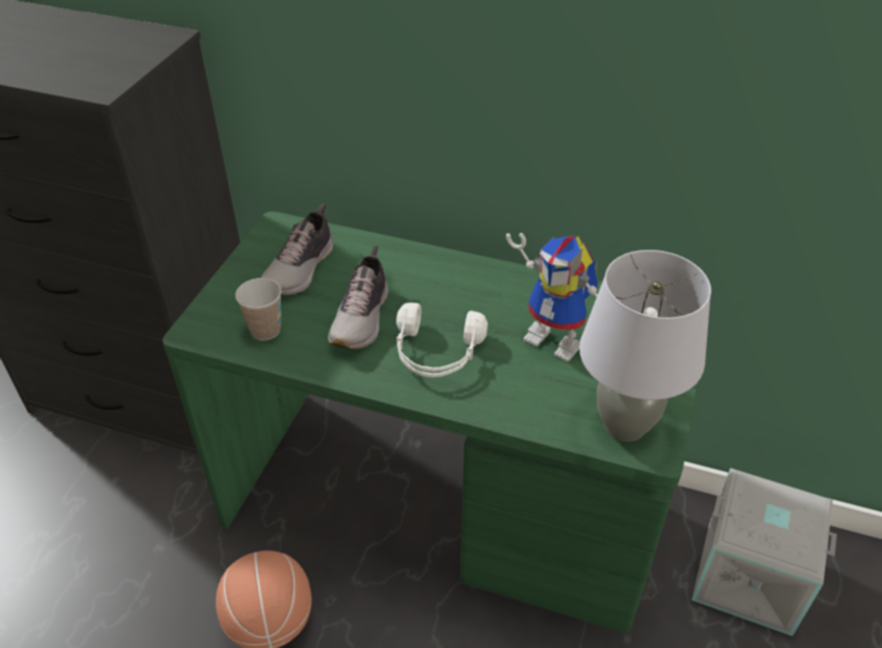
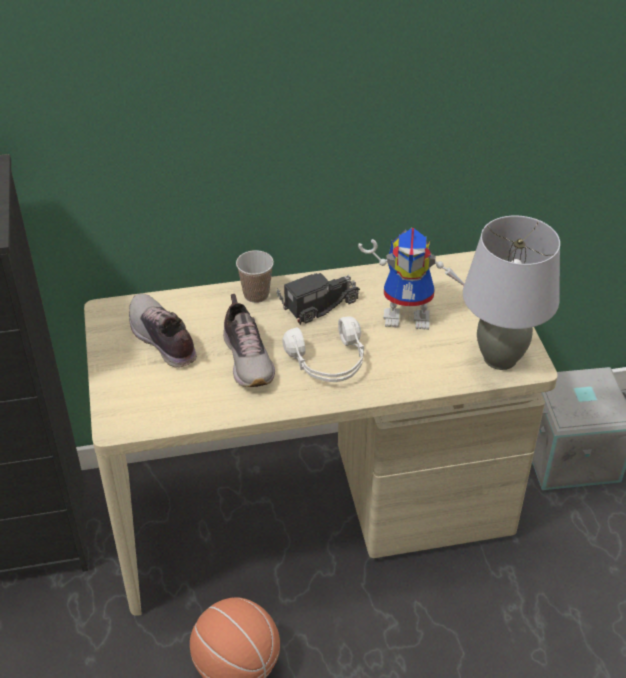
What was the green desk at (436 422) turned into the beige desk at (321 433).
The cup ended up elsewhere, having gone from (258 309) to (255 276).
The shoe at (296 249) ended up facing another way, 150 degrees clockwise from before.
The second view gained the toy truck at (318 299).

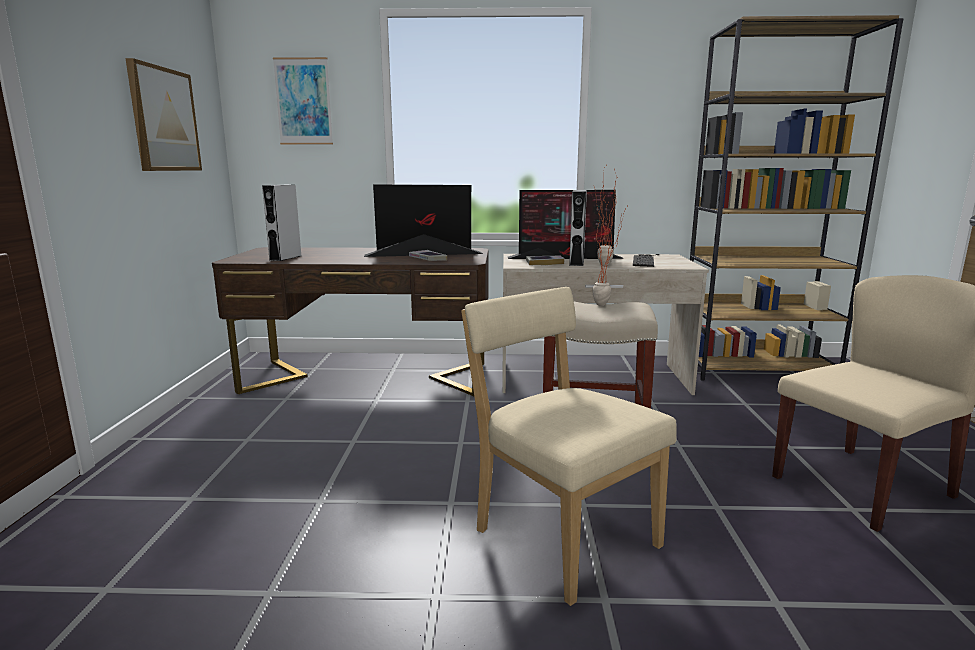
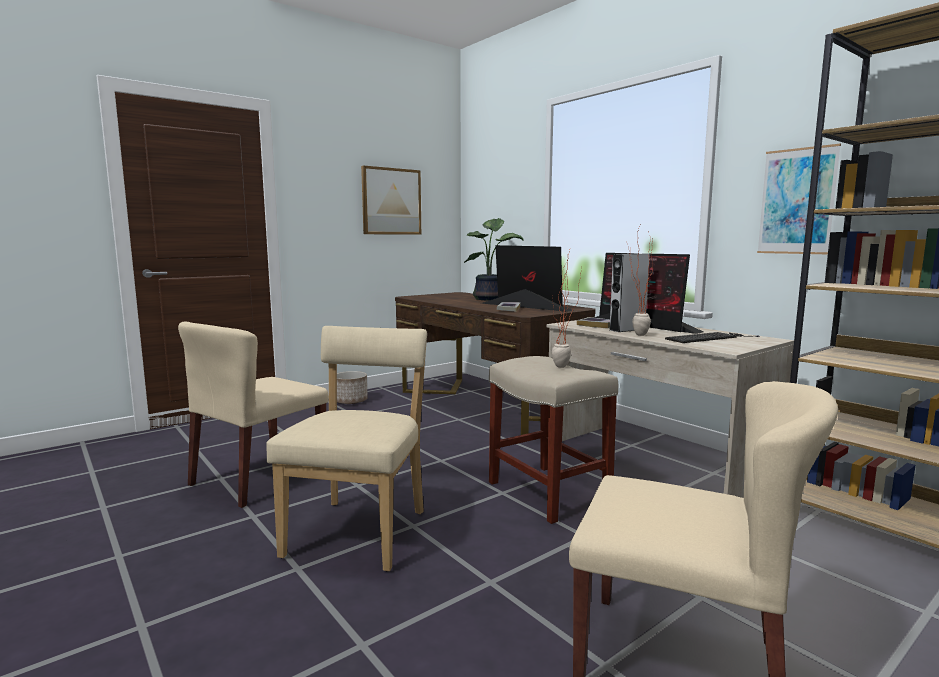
The second view lost the grey speaker at (281 223).
The picture ended up elsewhere, having gone from (303 100) to (799 199).
The second view gained the beige chair at (253 414).
The second view gained the planter at (352 387).
The second view gained the potted plant at (494 259).

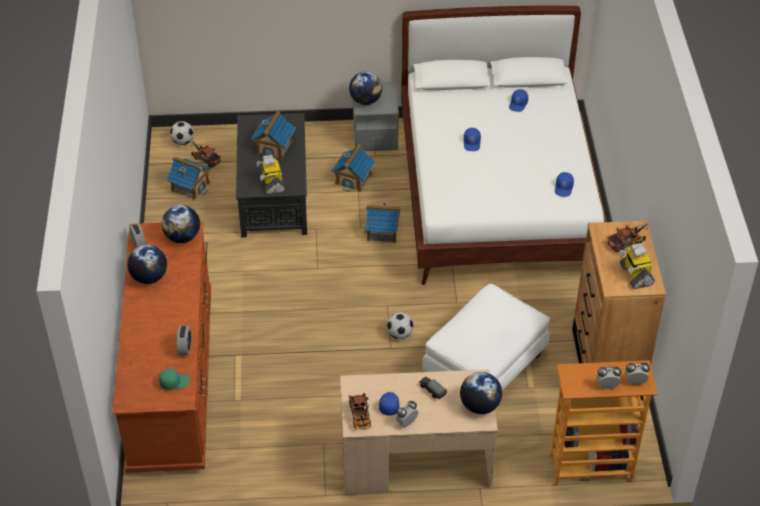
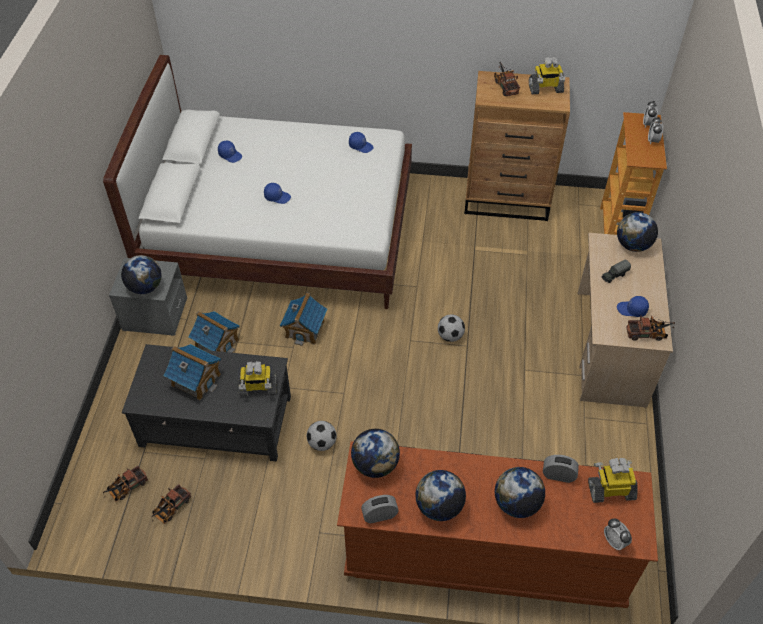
Where the green cap stood at (174 379), the toy robot came to stand at (613 480).
Where the toy house stood at (188 178), the toy truck came to stand at (171 504).
The football ended up elsewhere, having gone from (182 133) to (321 436).
The alarm clock ended up elsewhere, having gone from (407 414) to (618 534).
The second view lost the white ottoman at (486 337).
The second view gained the globe at (520 492).

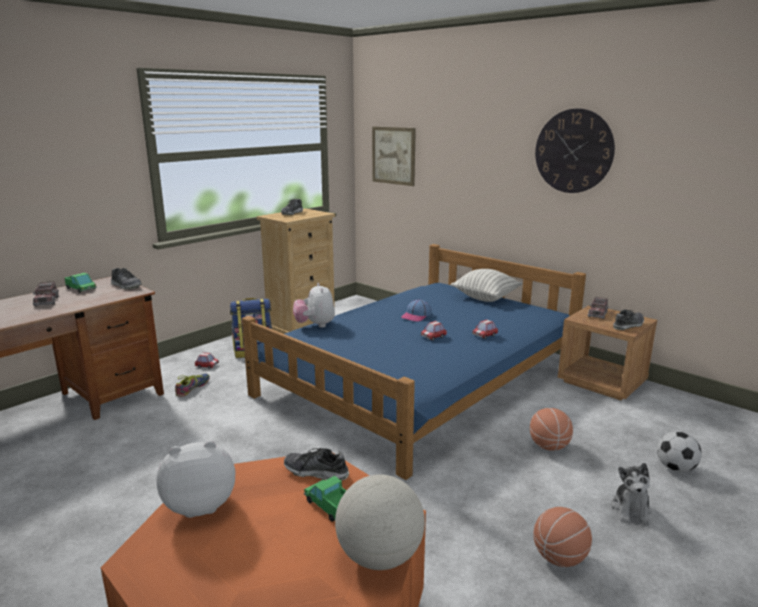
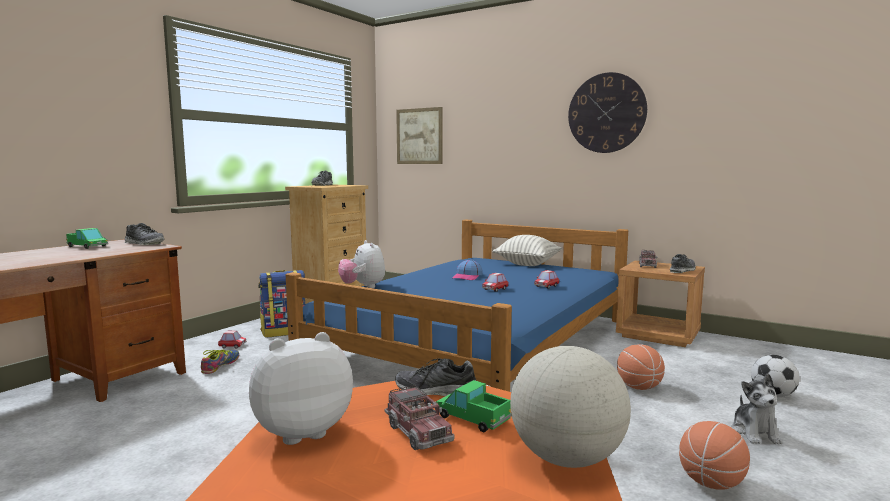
The toy truck ended up elsewhere, having gone from (46 293) to (420 417).

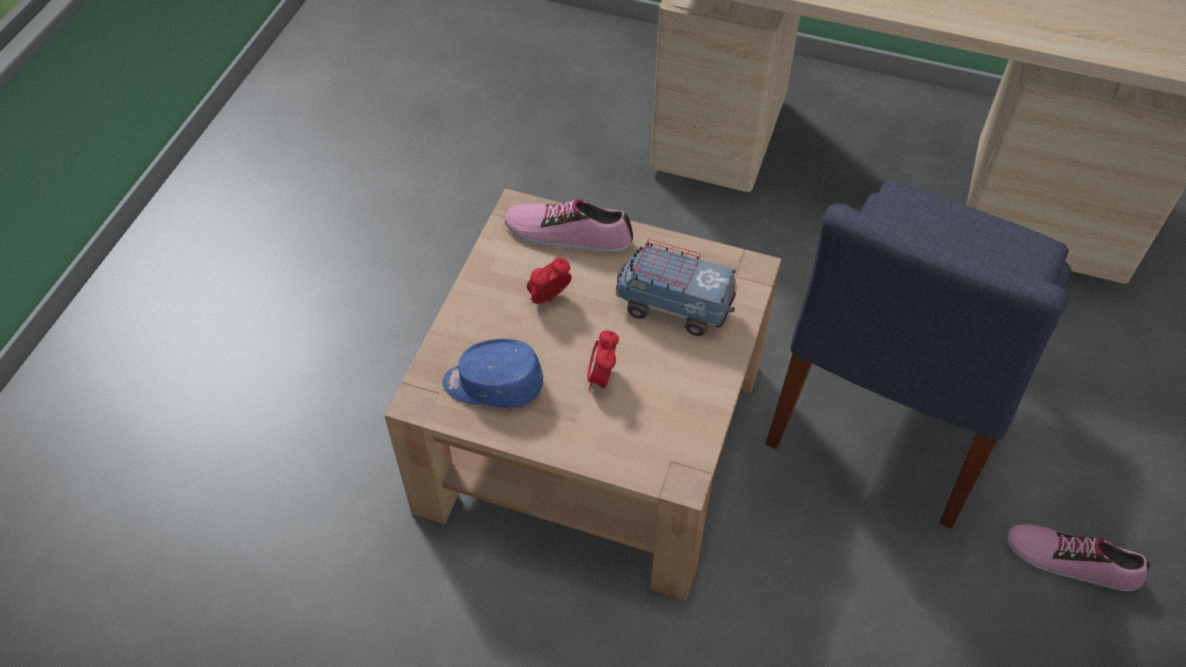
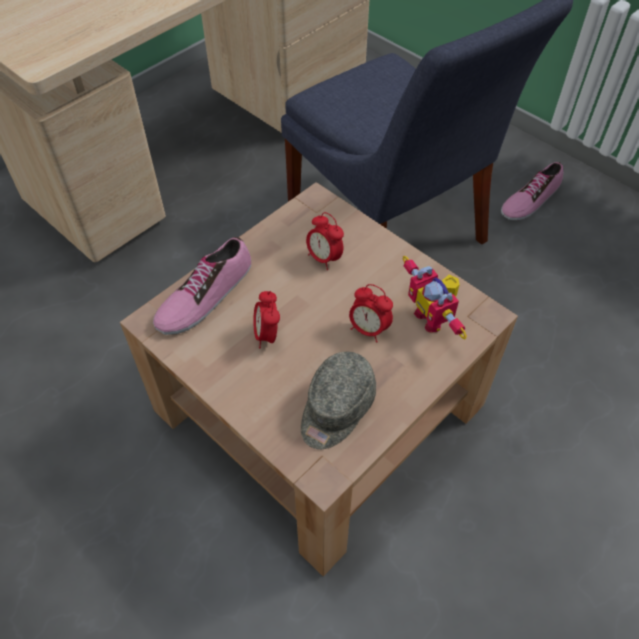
What was the blue cap at (492 373) turned into the grey cap at (338 400).
Where the toy truck stood at (676 287), the alarm clock came to stand at (325 241).
The second view gained the toy robot at (434 297).

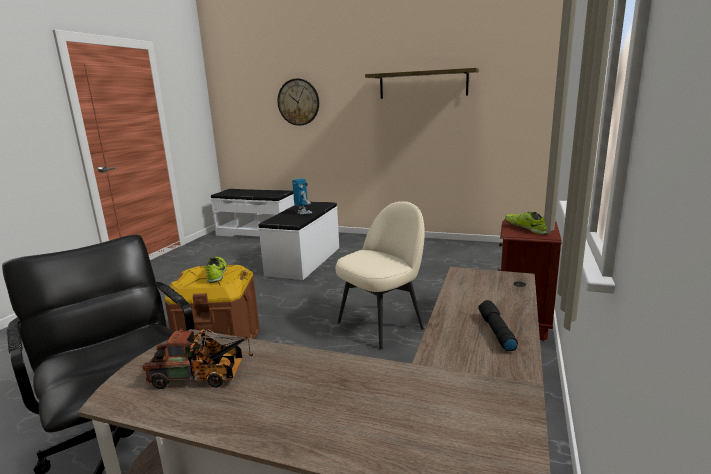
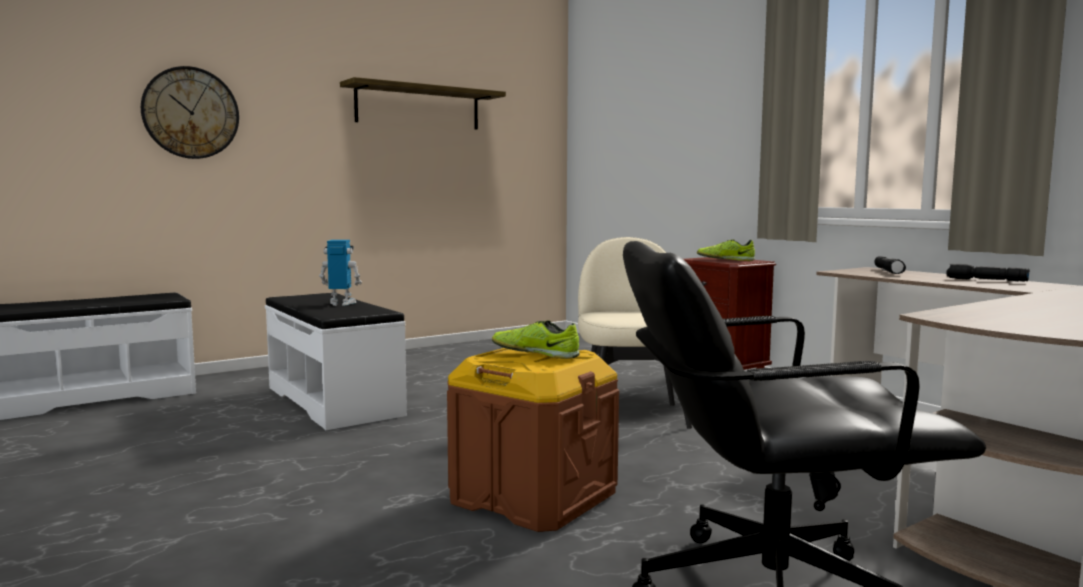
The second view lost the toy truck at (198 358).
The second view gained the black flashlight at (890 265).

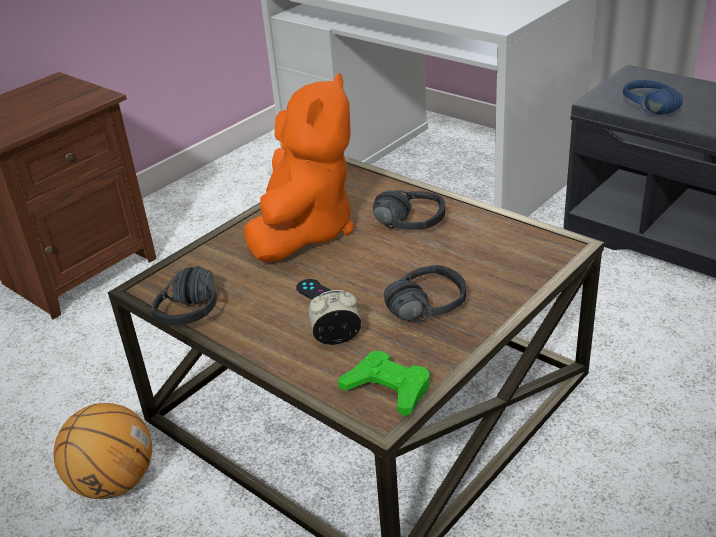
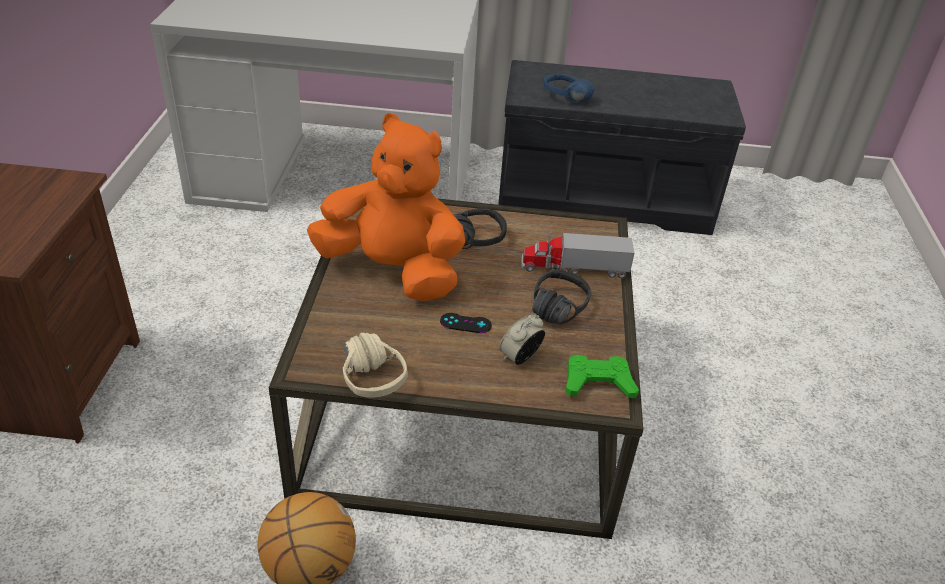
What was the black headphones at (184 296) turned into the beige headphones at (375 365).
The orange plush toy at (299 167) ended up facing another way, 45 degrees counterclockwise from before.
The second view gained the toy truck at (577 254).

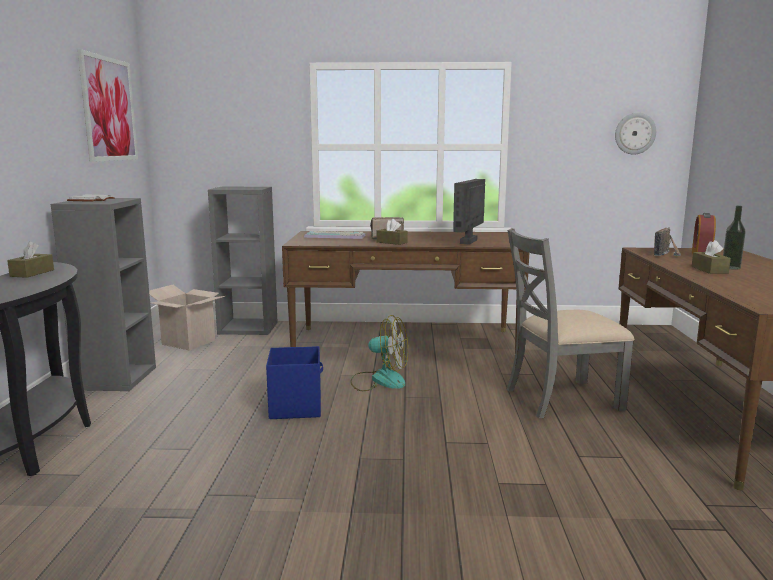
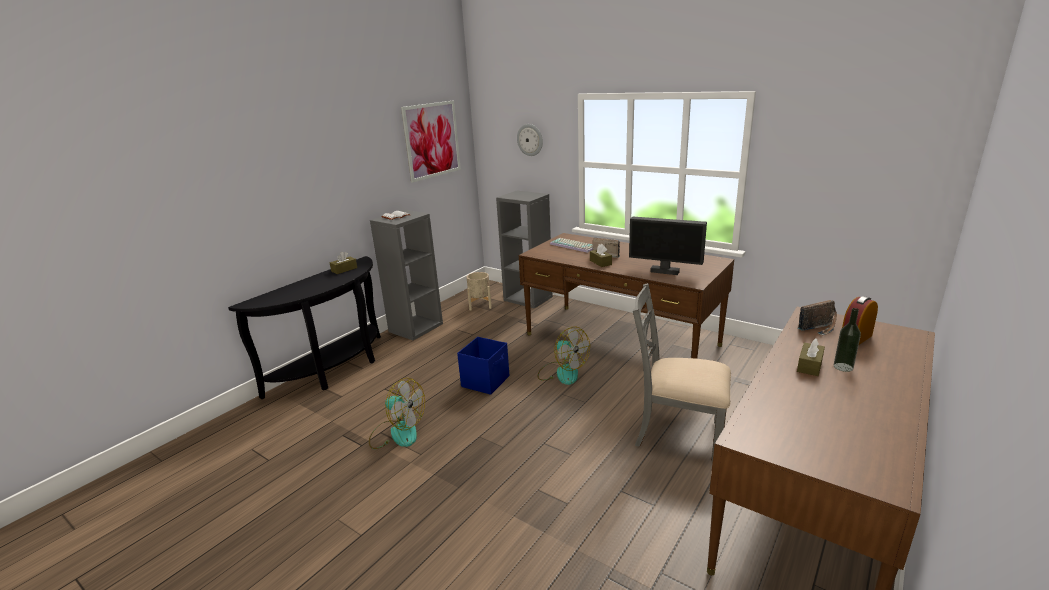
Where the cardboard box stood at (187 318), the beige planter came to stand at (479 291).
The monitor at (469 211) ended up facing another way, 120 degrees counterclockwise from before.
The wall clock ended up elsewhere, having gone from (635 134) to (530 140).
The second view gained the fan at (397 413).

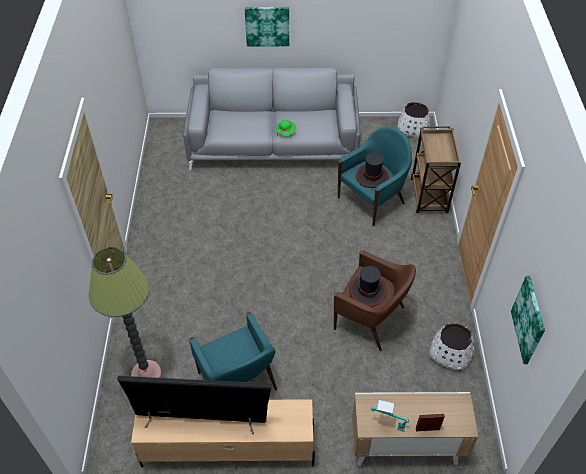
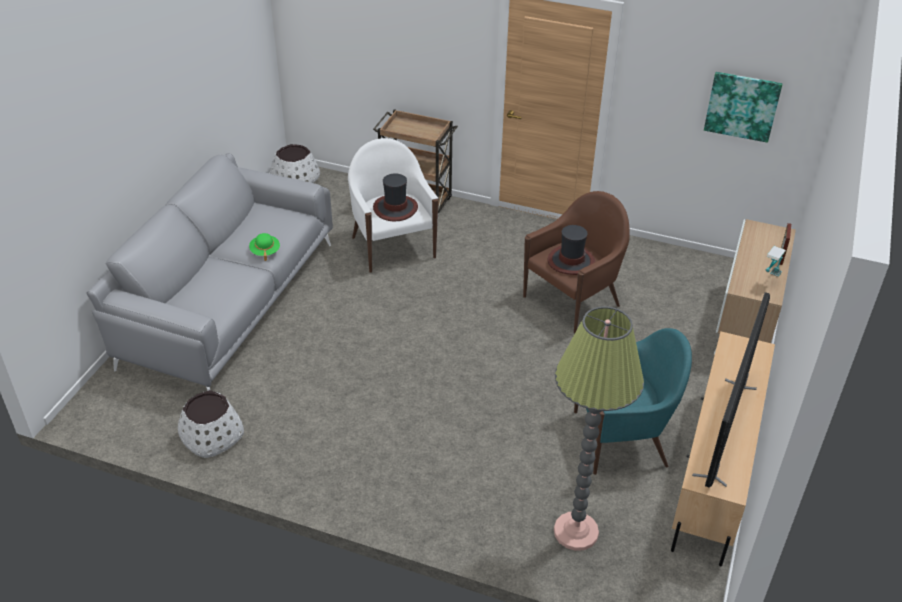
The second view lost the picture at (267 26).
What was the turquoise armchair at (375 176) turned into the white armchair at (393 205).
The white planter ended up elsewhere, having gone from (452 346) to (211 424).

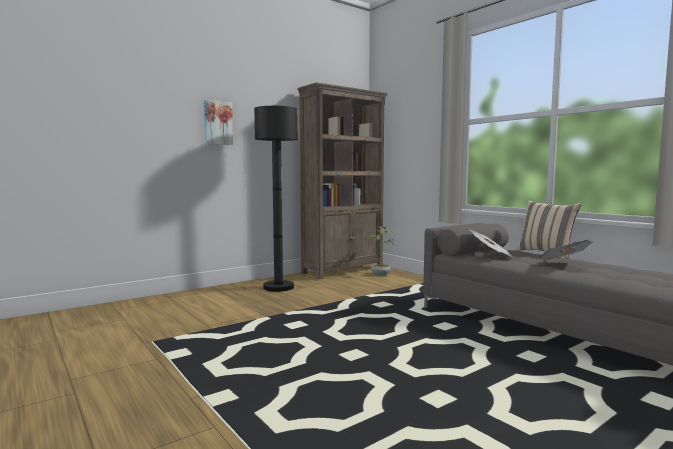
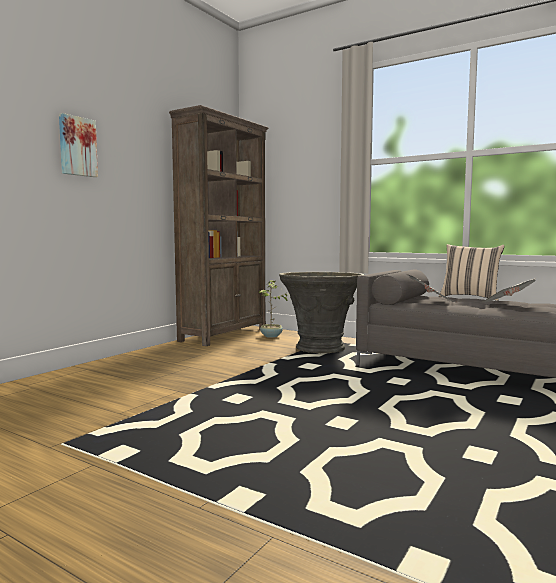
The second view lost the black floor lamp at (276 199).
The second view gained the grey planter at (321 312).

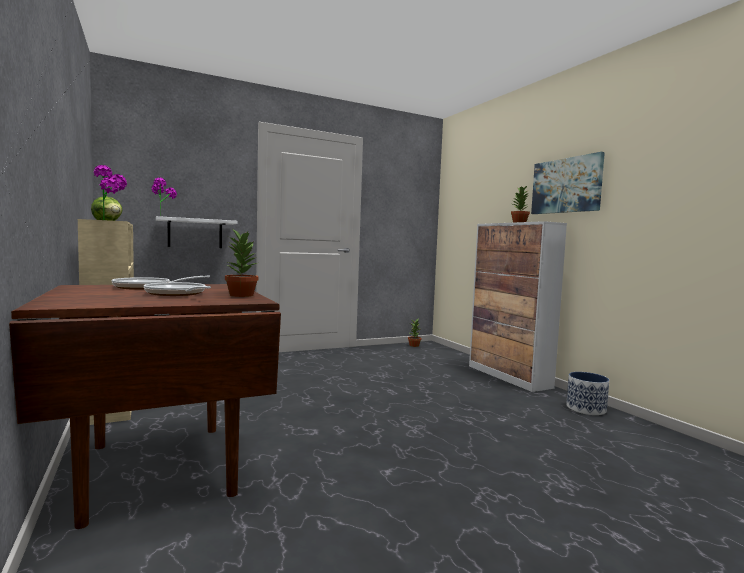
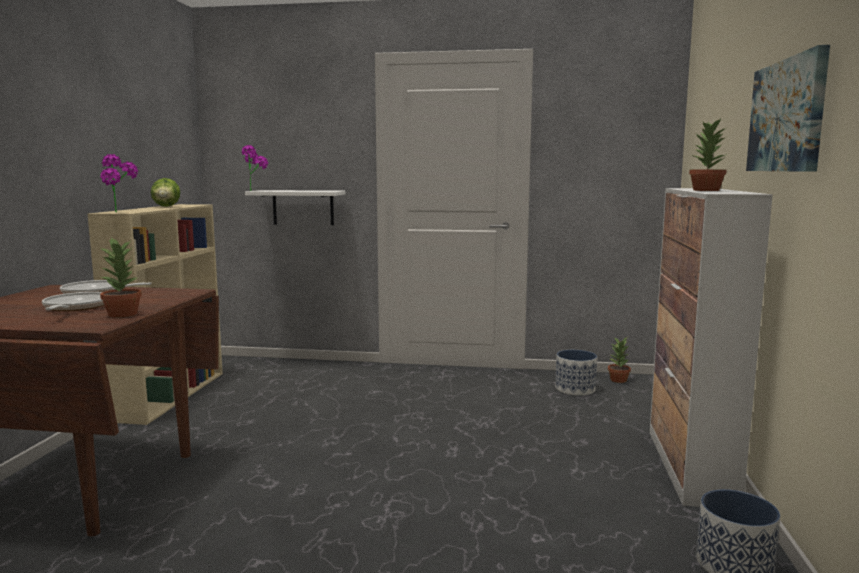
The second view gained the planter at (576 373).

